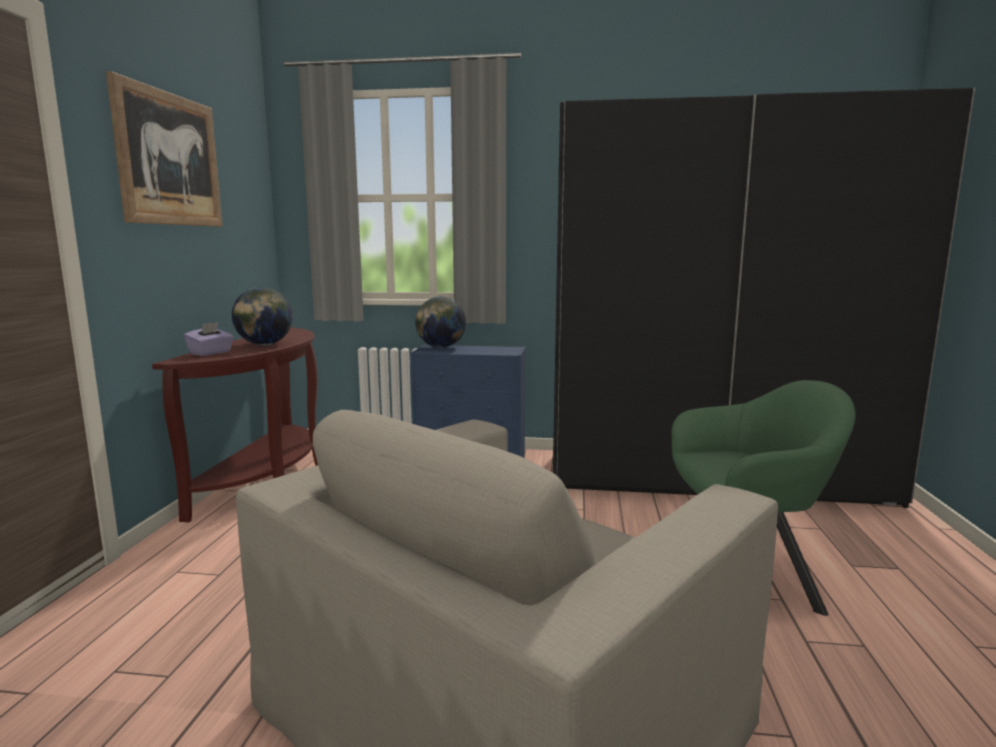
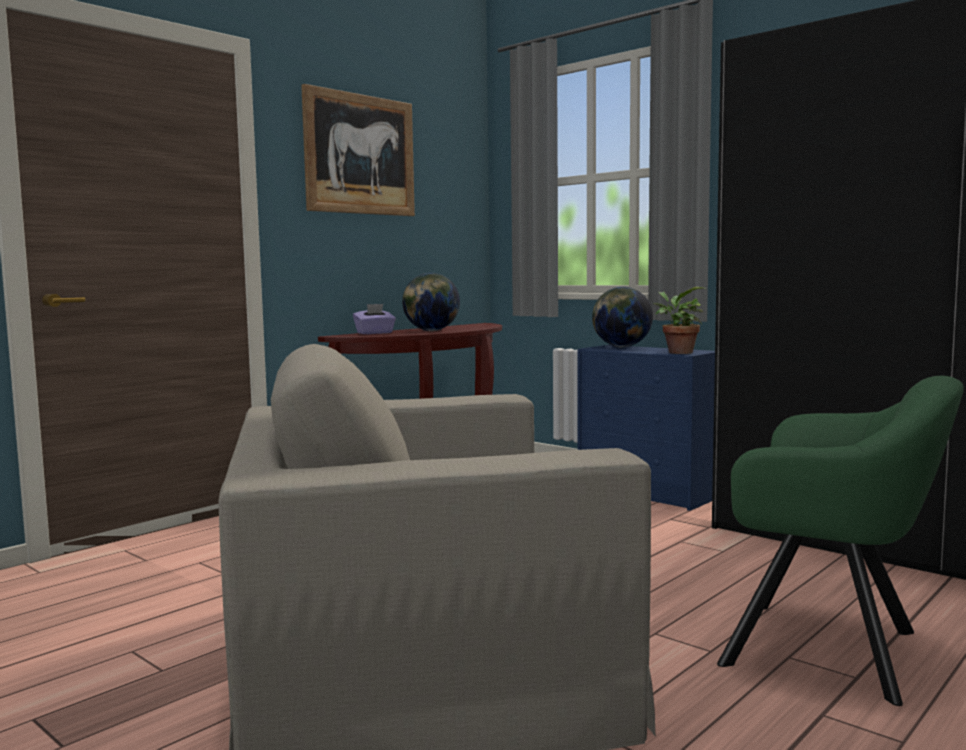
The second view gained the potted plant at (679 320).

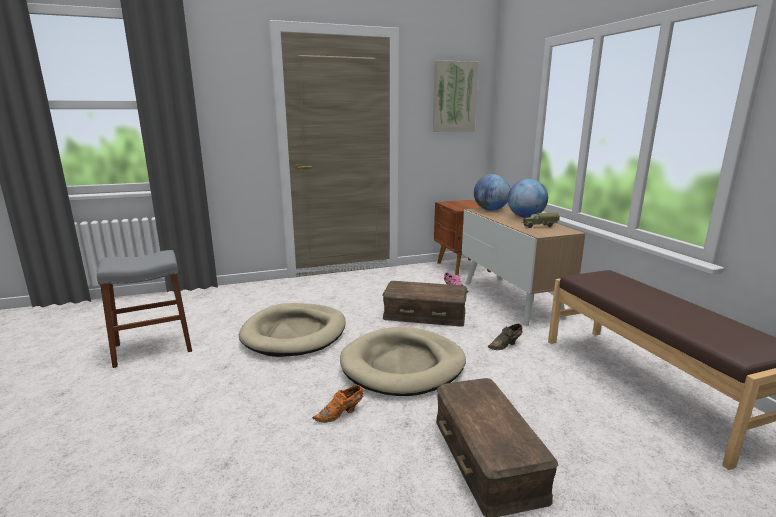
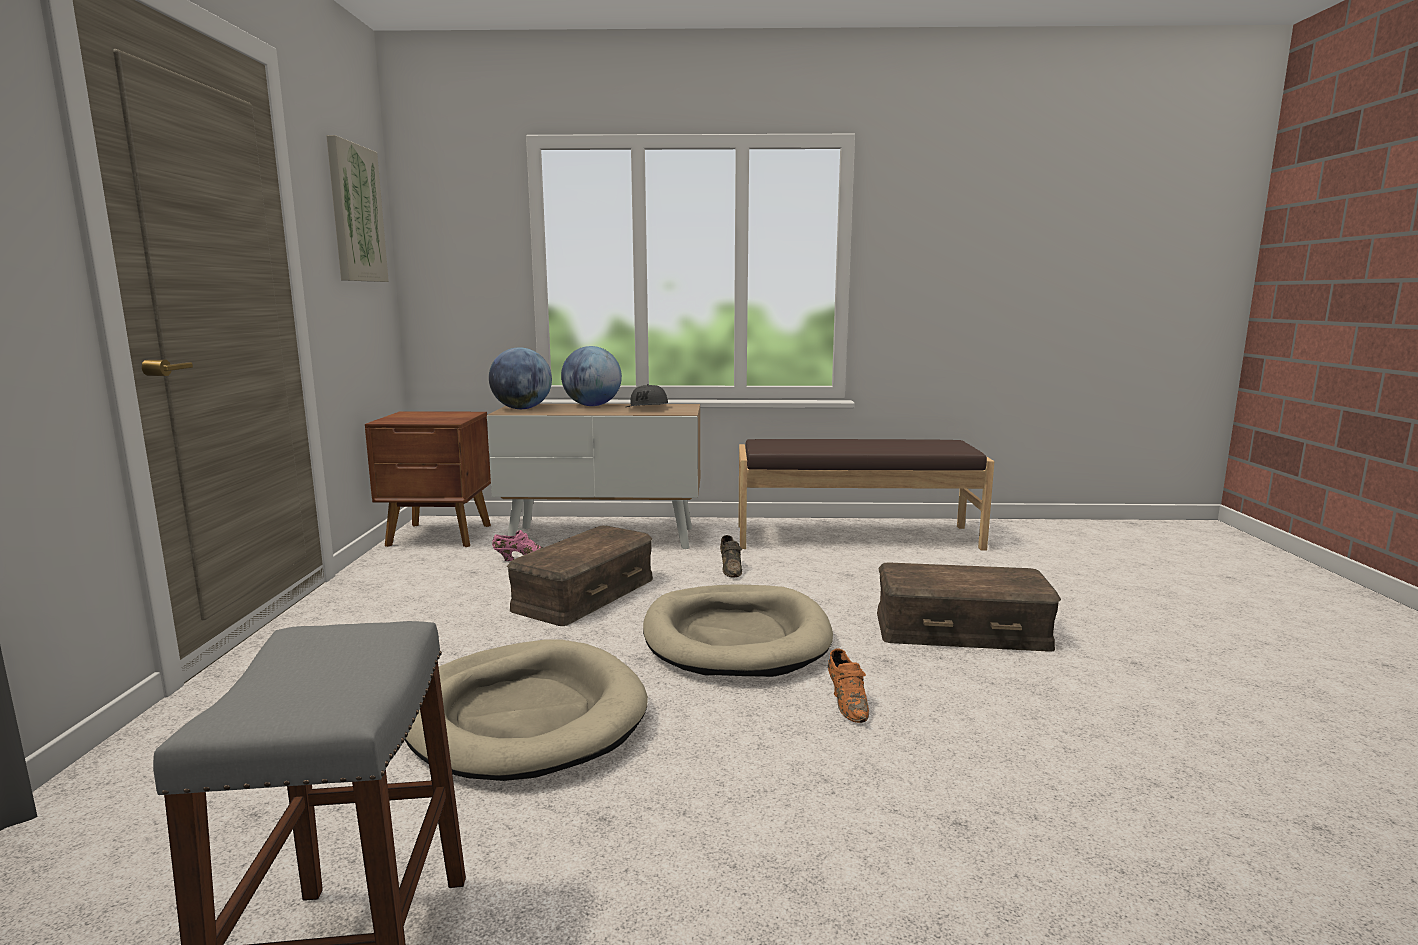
Where the toy truck stood at (541 220), the grey cap came to stand at (647 395).

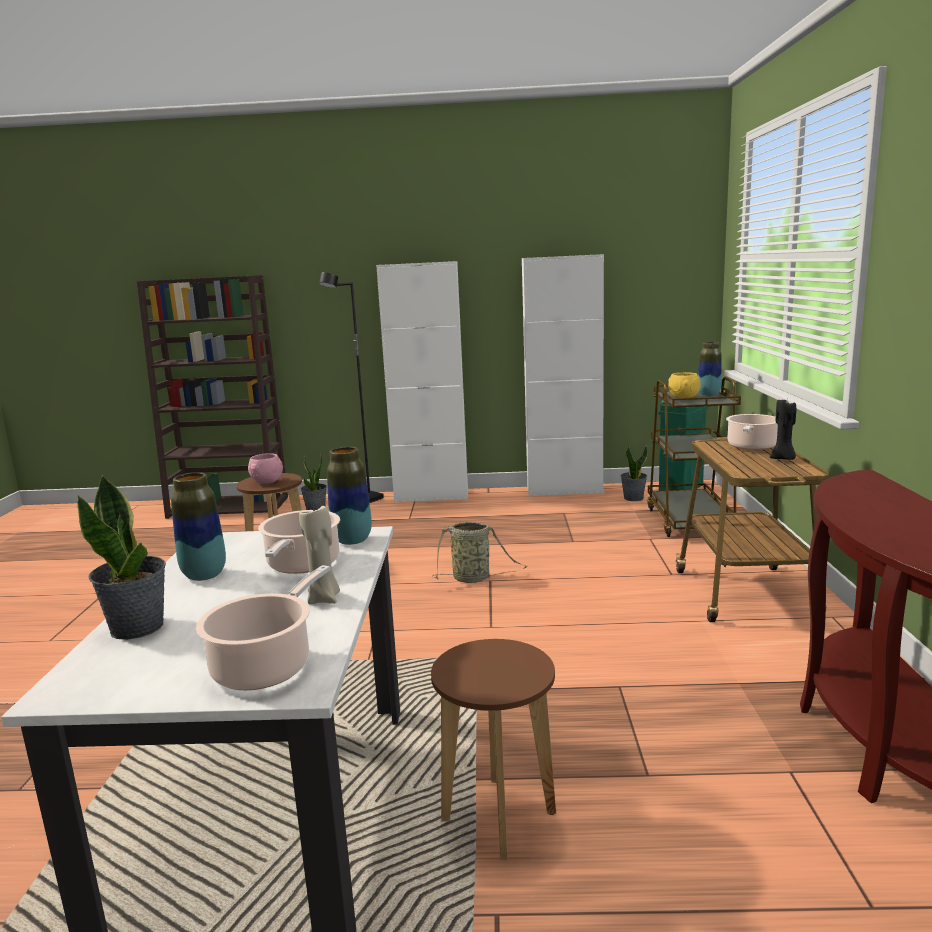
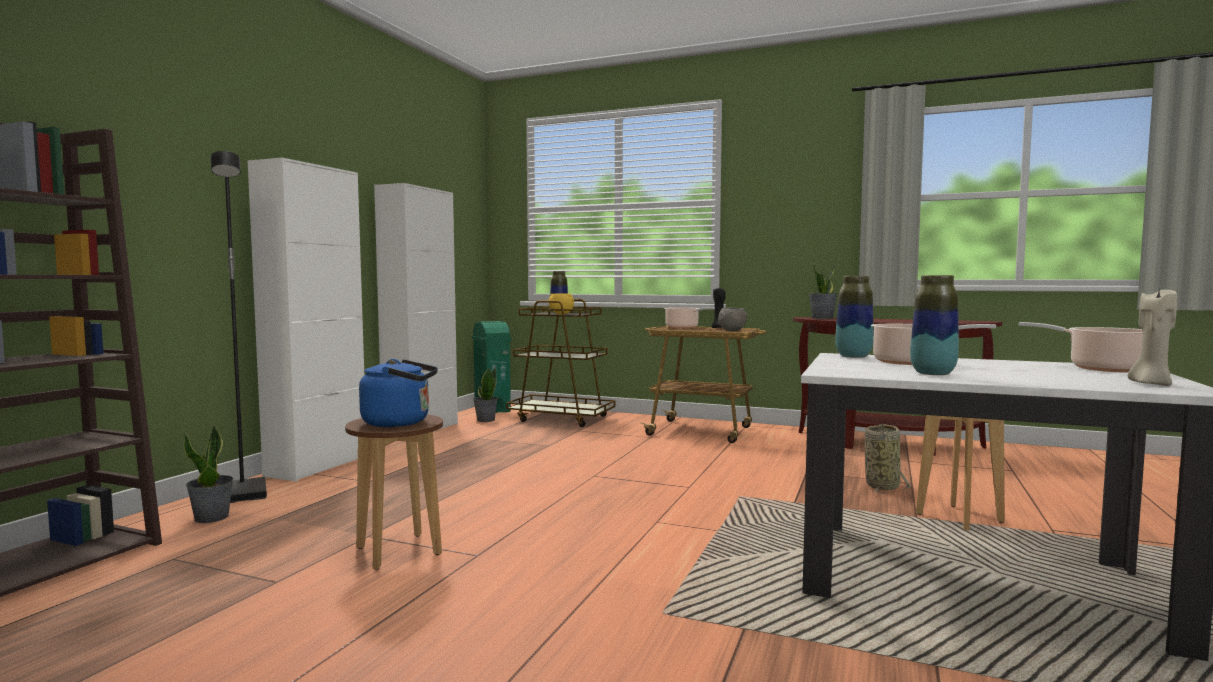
The potted plant ended up elsewhere, having gone from (121 557) to (823 287).
Where the pink bowl stood at (265 468), the blue kettle came to stand at (398 393).
The beige candle ended up elsewhere, having gone from (319 554) to (1152 338).
The basket ended up elsewhere, having gone from (479 552) to (888 459).
The second view gained the grey bowl at (733 319).

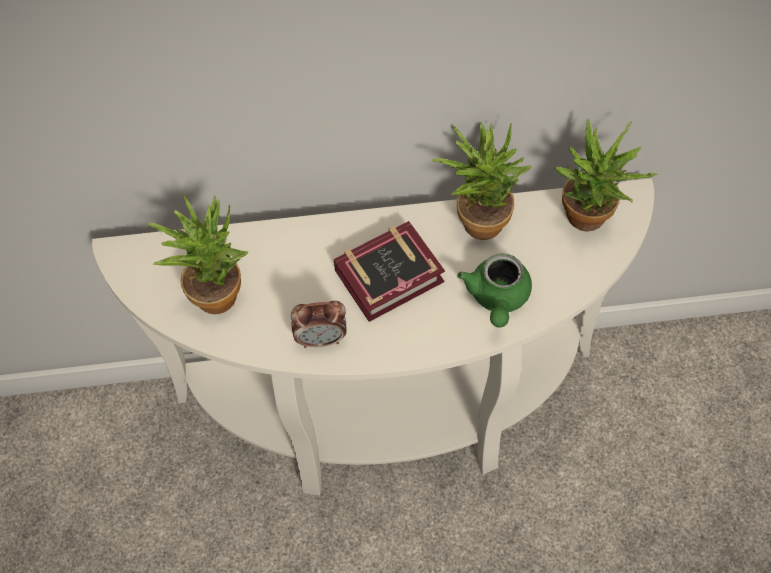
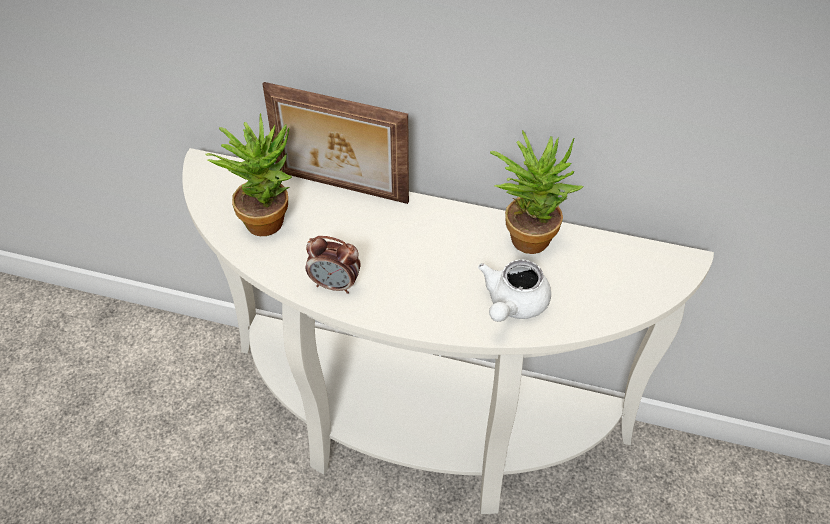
The second view lost the book at (389 271).
What was the green teapot at (494 290) turned into the white teapot at (514 290).
The second view lost the potted plant at (606 175).
The second view gained the picture frame at (336 143).

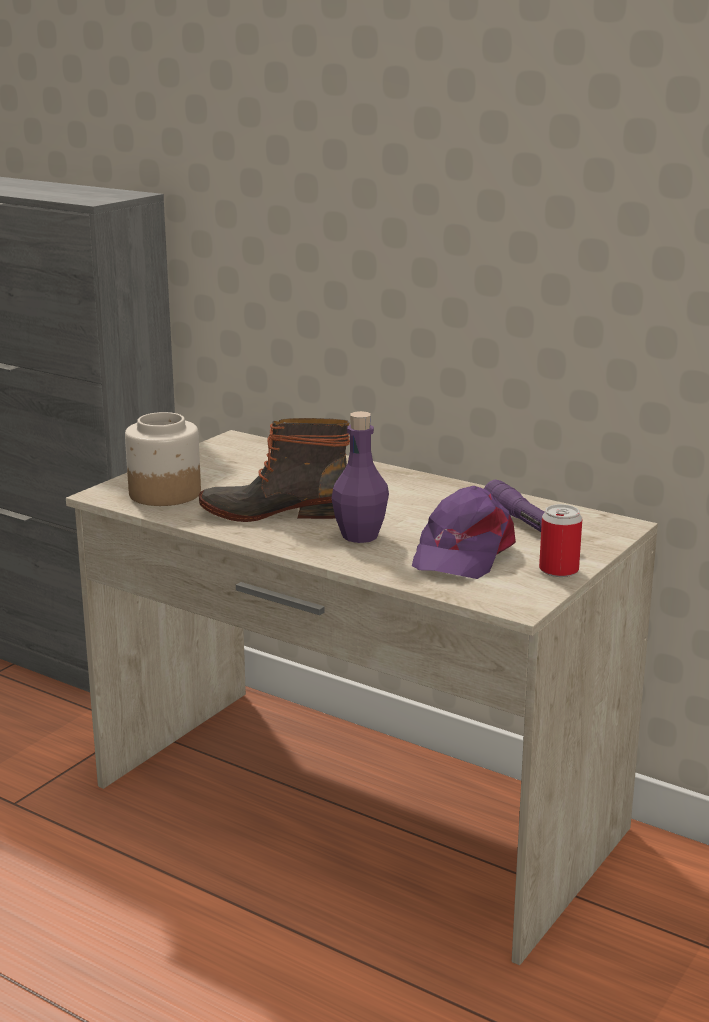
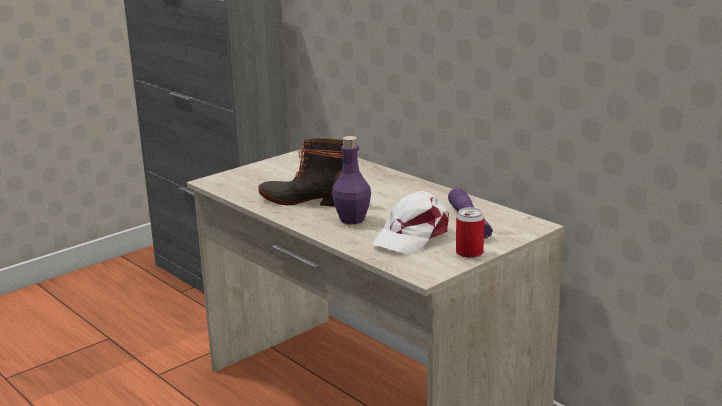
The second view lost the jar at (163 459).
What was the purple cap at (464 532) turned into the white cap at (410 223).

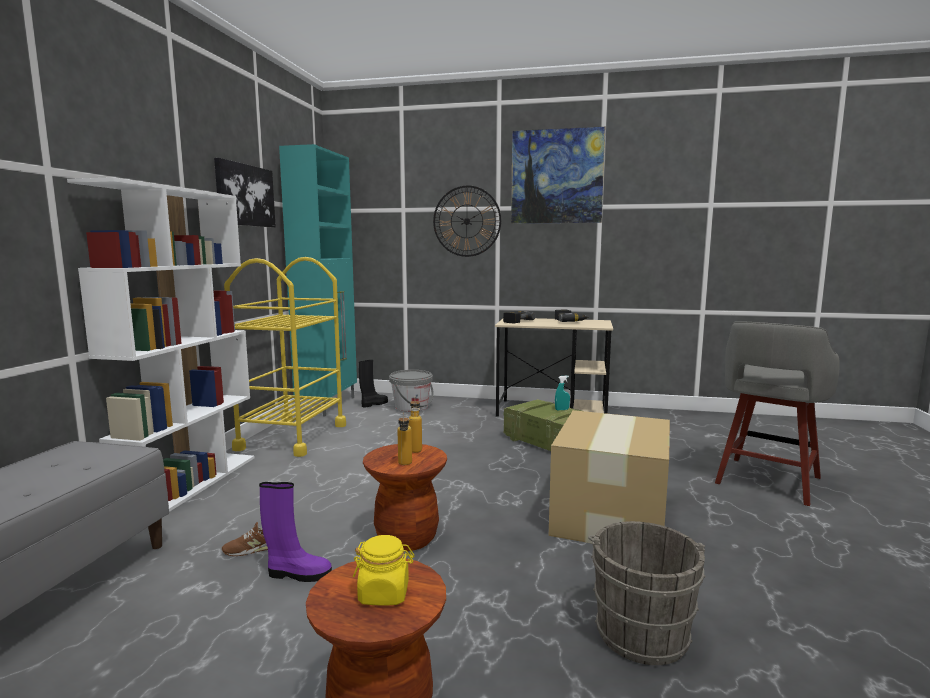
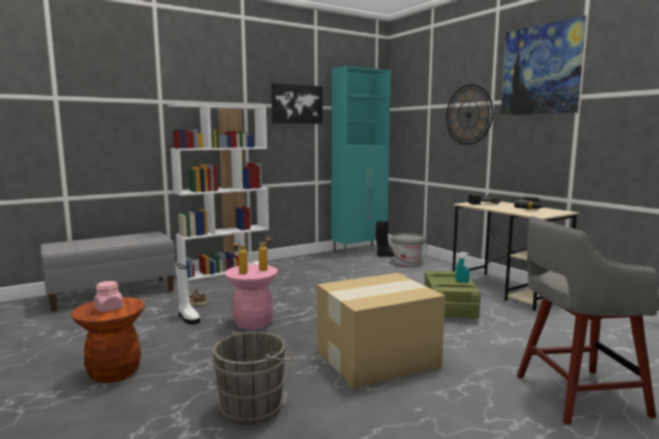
The second view lost the yellow cart at (285 357).
What was the purple boot at (295 532) turned into the white boot at (188 294).
What was the yellow jar at (383 570) turned into the pink jar at (108 296).
What was the brown stool at (405 497) turned into the pink stool at (251 296).

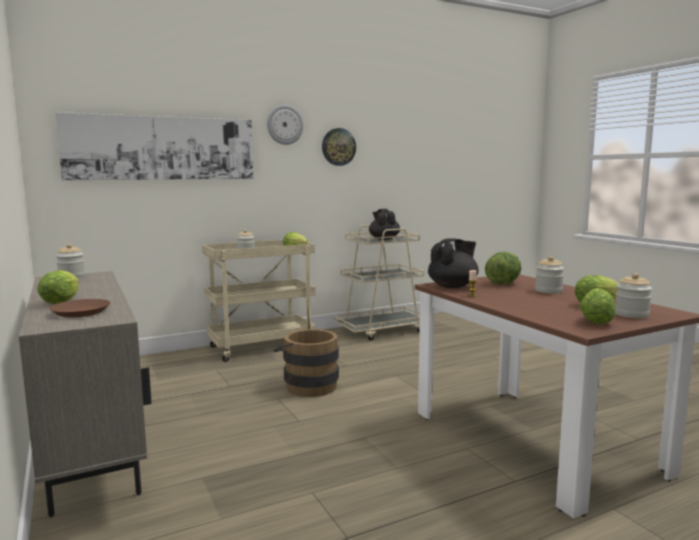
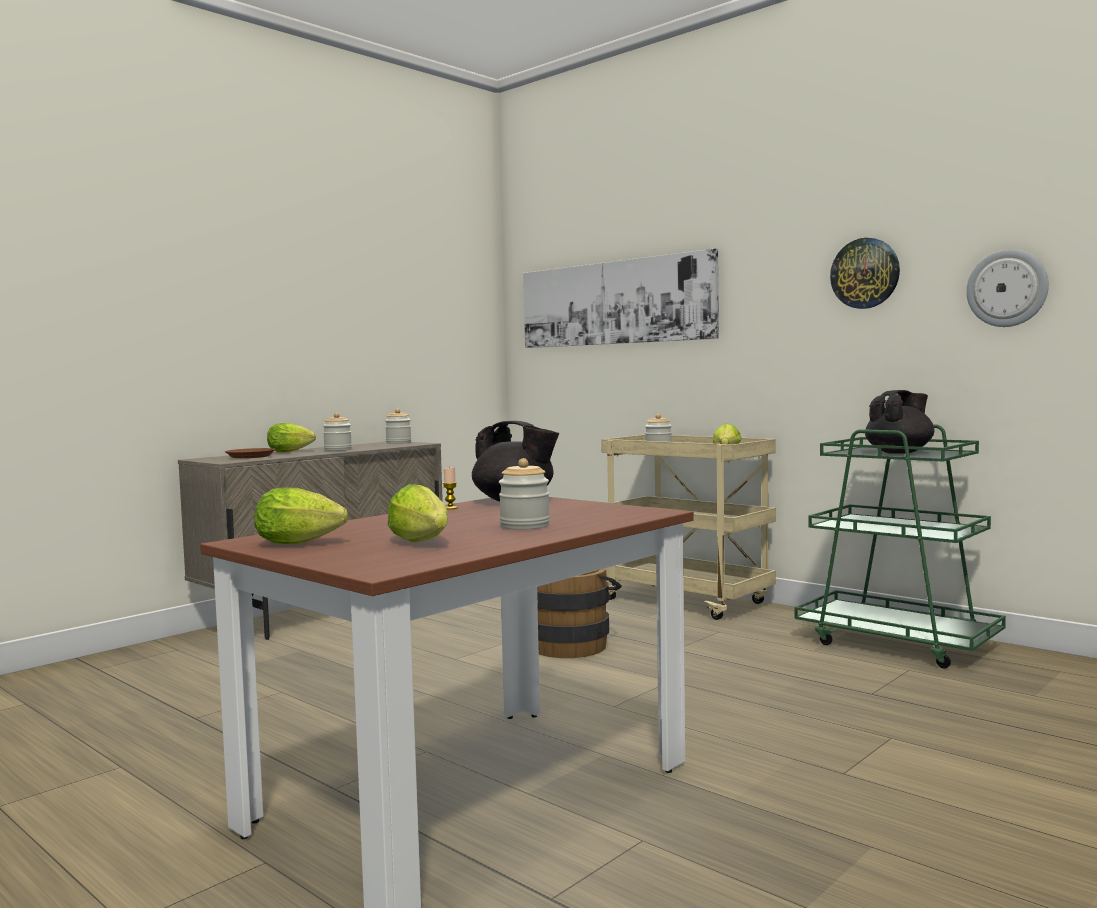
The wall clock ended up elsewhere, having gone from (285 125) to (1007 288).
What was the beige cart at (379 283) turned into the green cart at (900 546).
The second view lost the lettuce at (503 268).
The jar ended up elsewhere, having gone from (633 295) to (337 432).

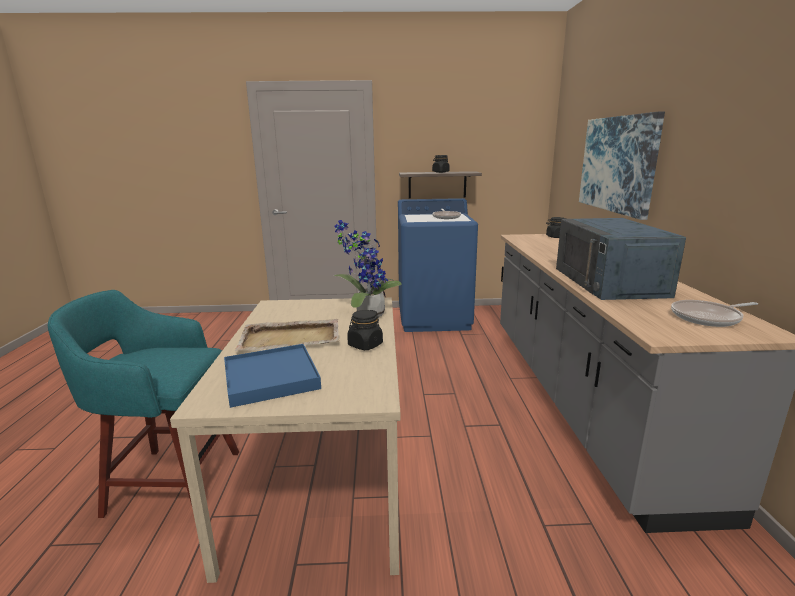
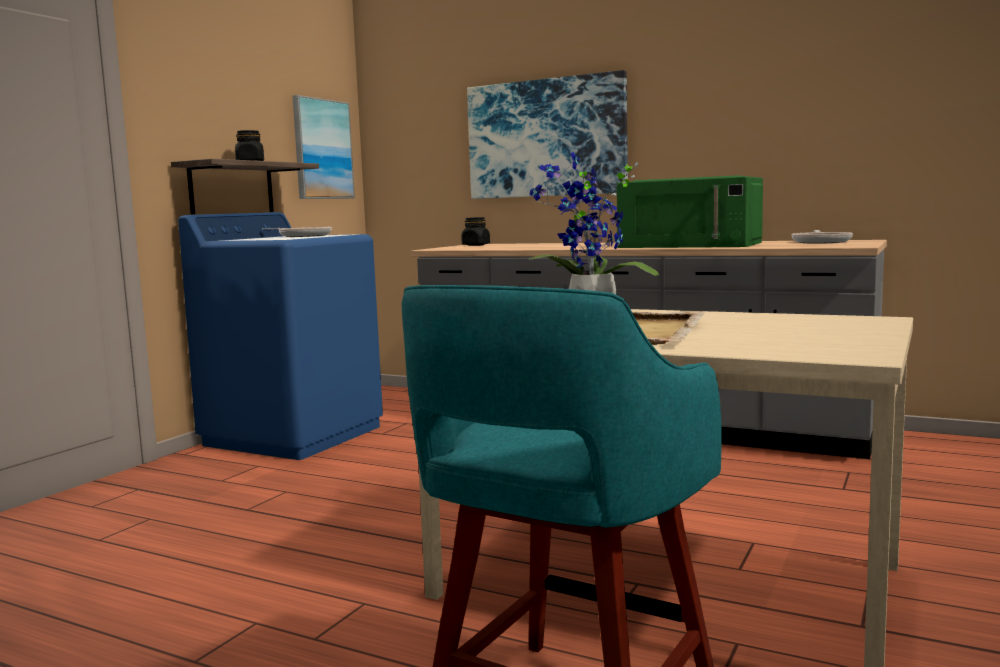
The second view lost the blue tray at (272 376).
The second view lost the black jar at (365 330).
What was the blue microwave at (621 259) turned into the green microwave at (690 211).
The second view gained the picture at (323 147).

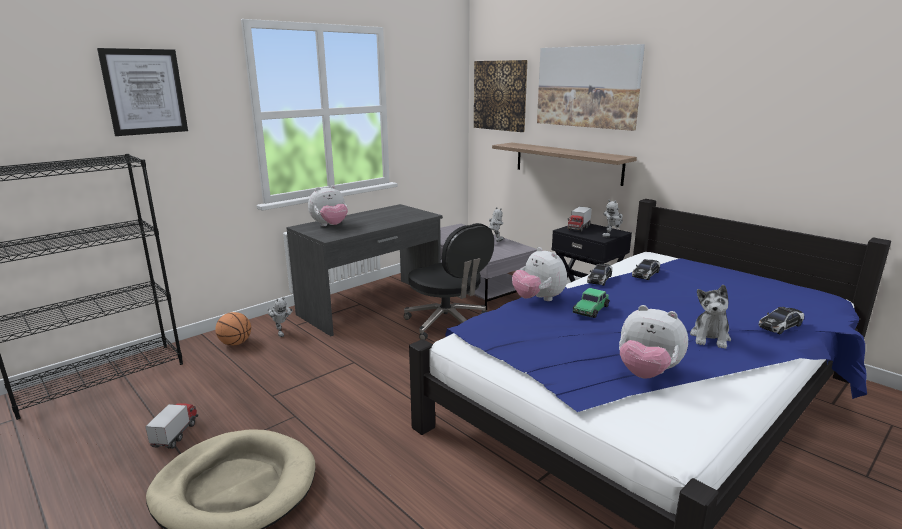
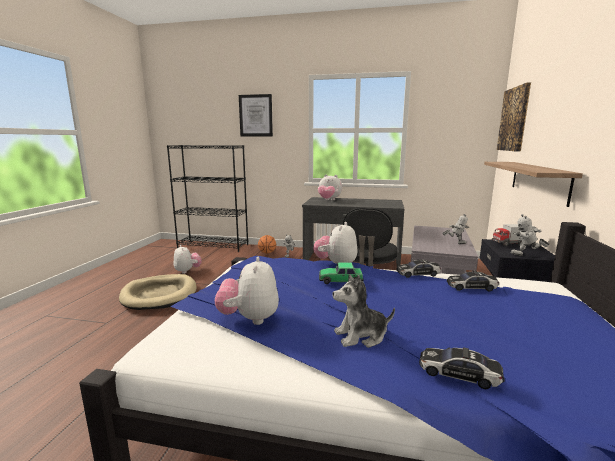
Where the toy truck stood at (171 426), the plush toy came to stand at (187 259).
The second view lost the picture at (591 87).

